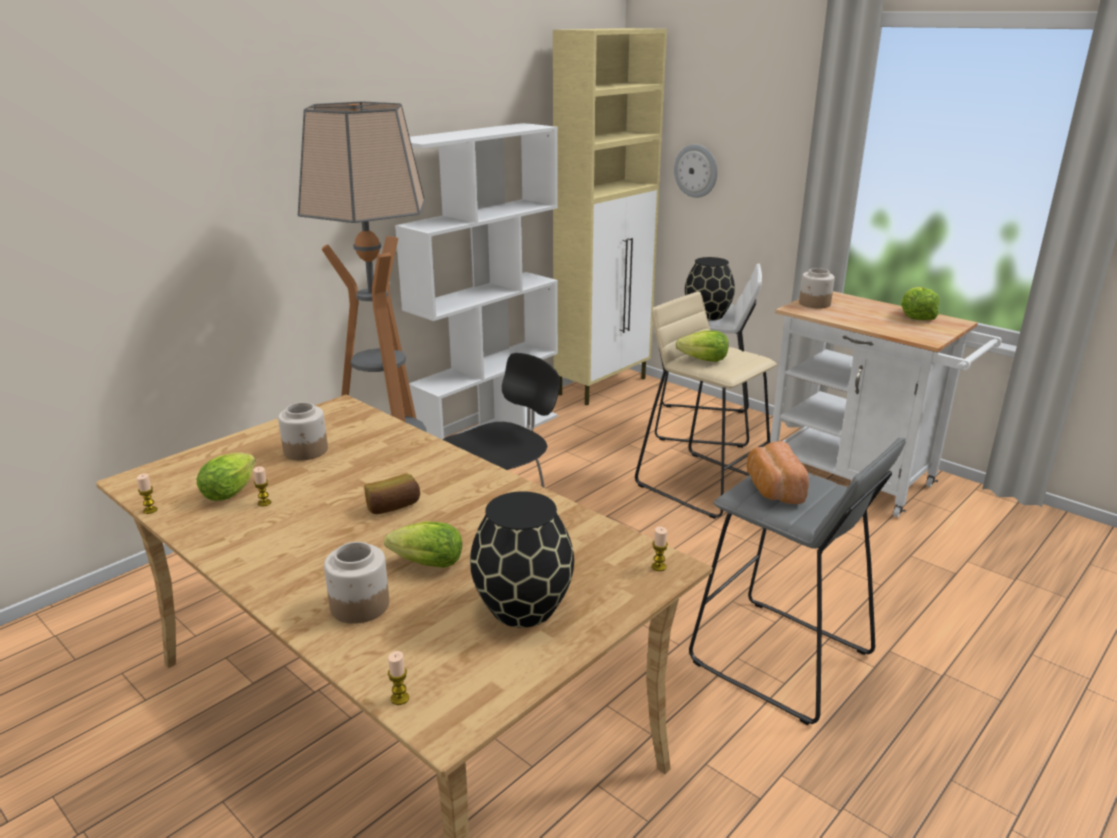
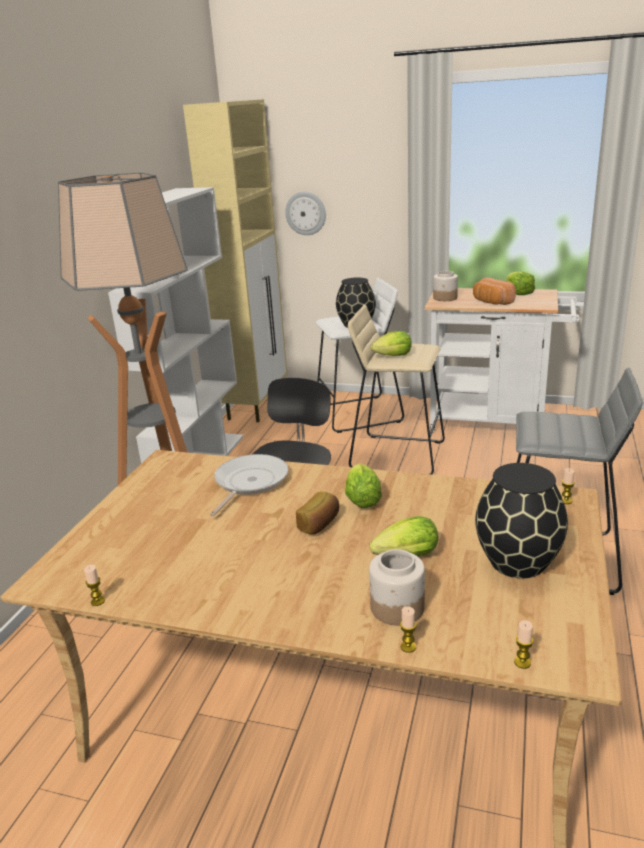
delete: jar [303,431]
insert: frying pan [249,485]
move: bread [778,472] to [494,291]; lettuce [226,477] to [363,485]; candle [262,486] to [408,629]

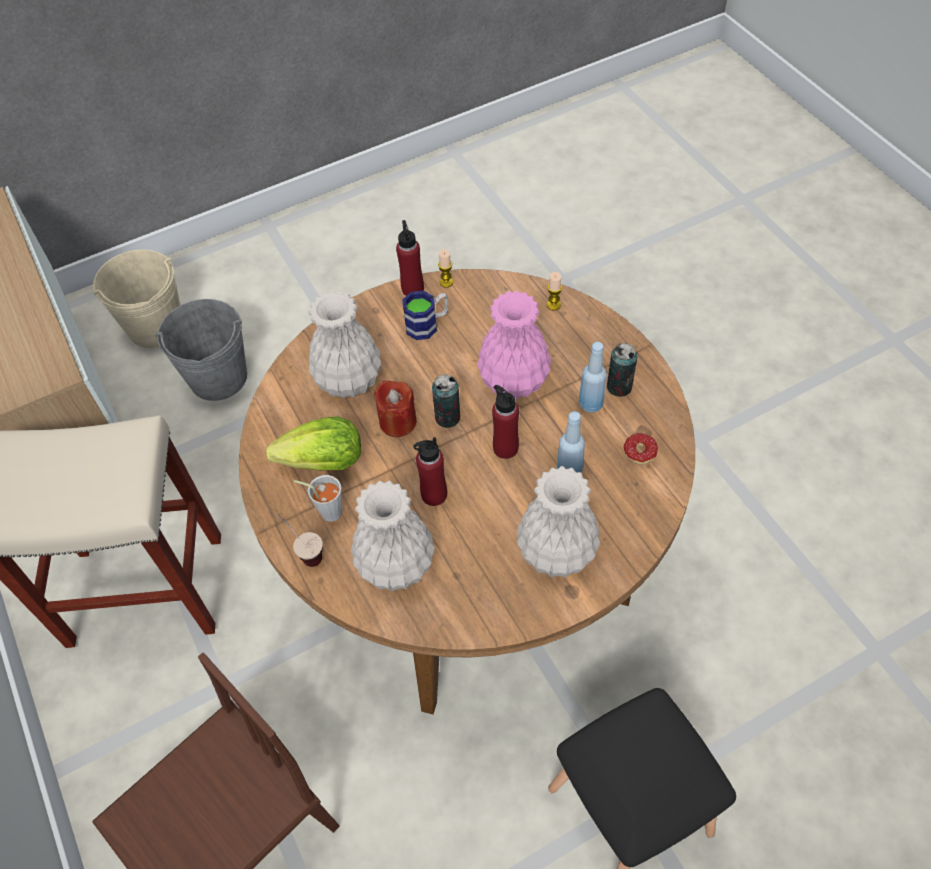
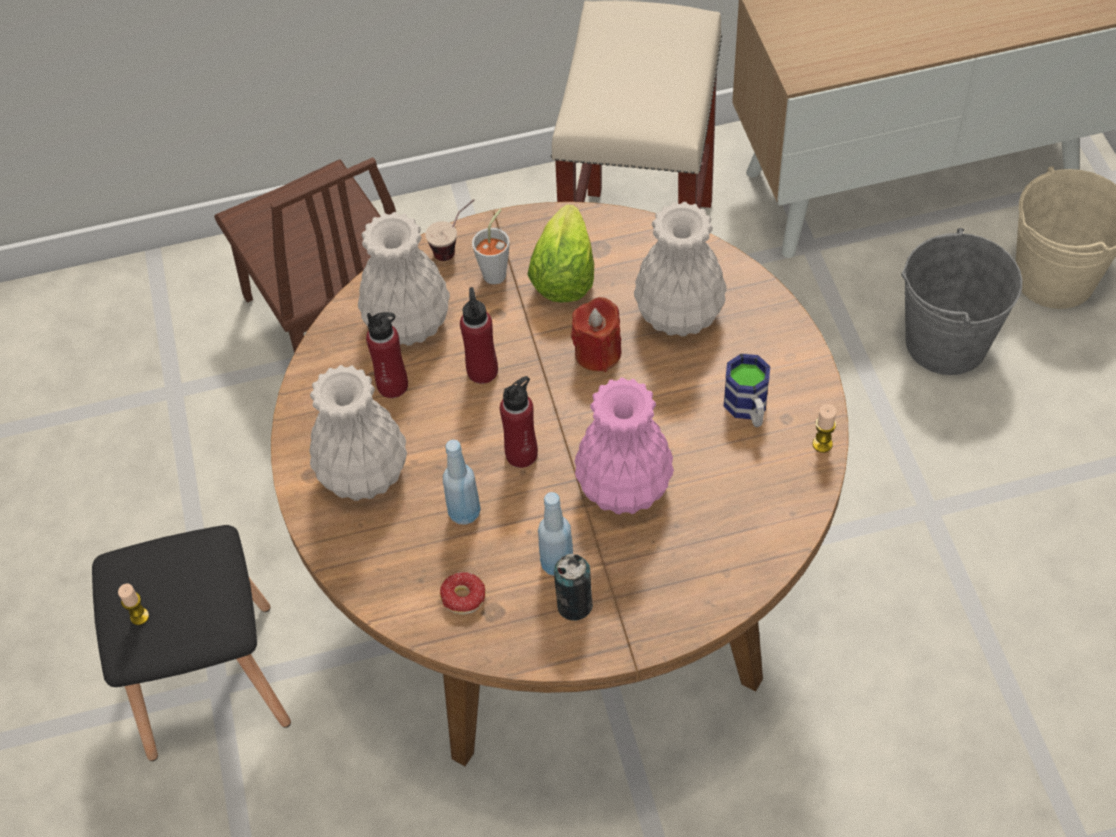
delete: can [446,401]
move: red bottle [410,258] to [387,355]; candle [554,291] to [133,604]

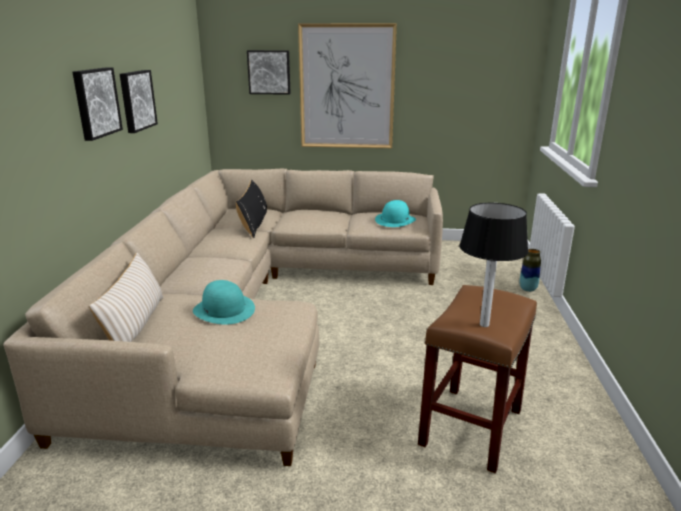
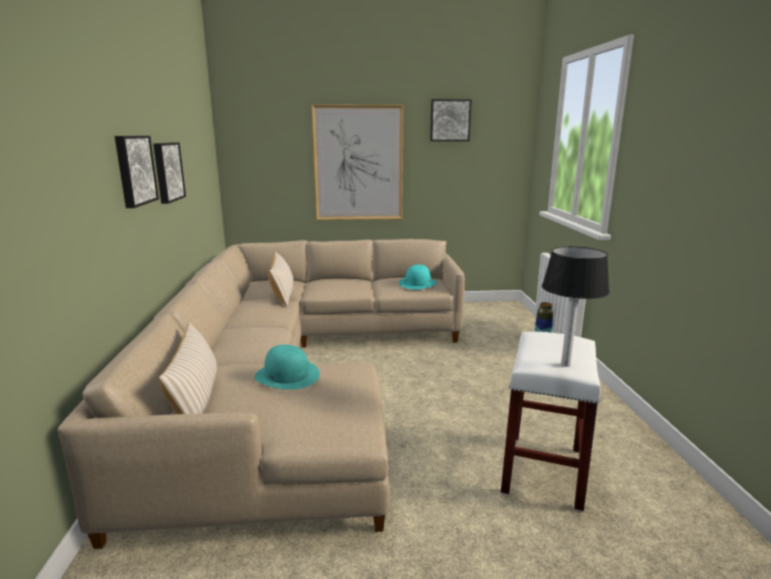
move: picture [269,72] to [450,120]
recolor: black pillow [251,208] to beige pillow [281,279]; brown stool [477,379] to white stool [551,422]

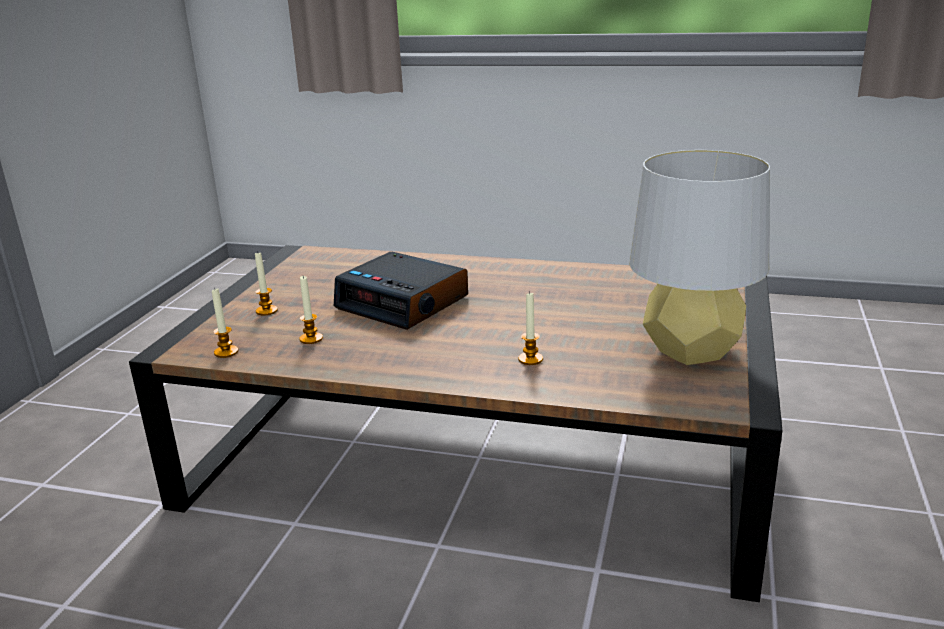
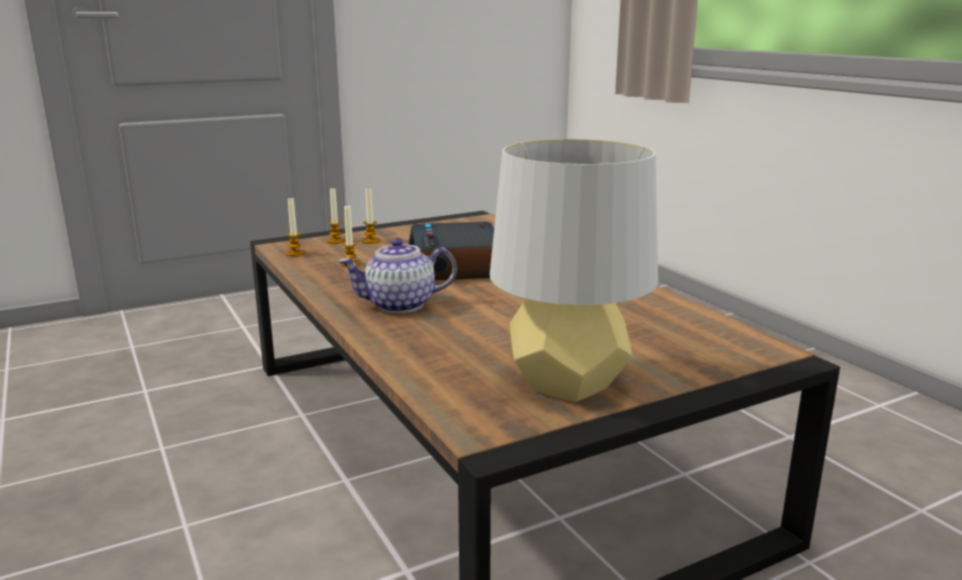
insert: teapot [397,275]
move: candle [530,328] to [335,215]

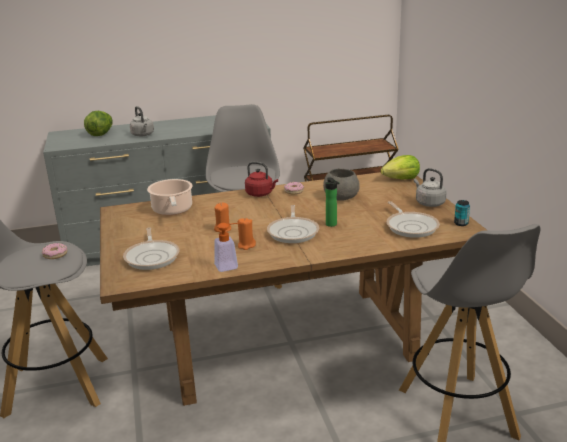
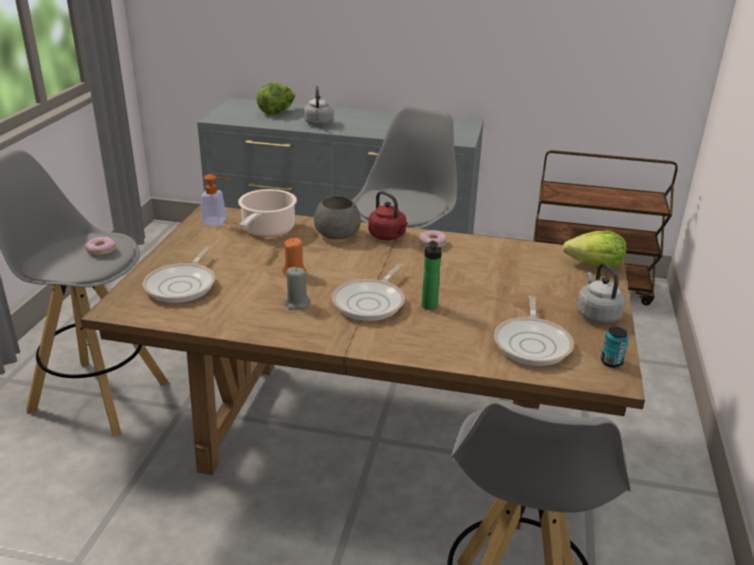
move: grey bowl [341,184] to [337,217]; soap dispenser [228,247] to [216,200]
recolor: orange candle [247,234] to grey candle [297,288]

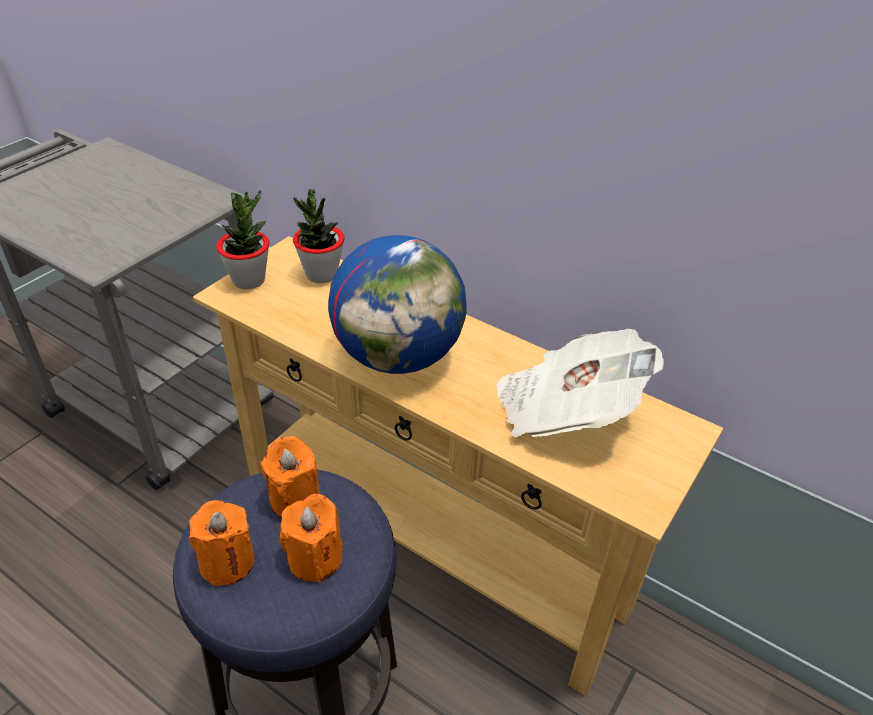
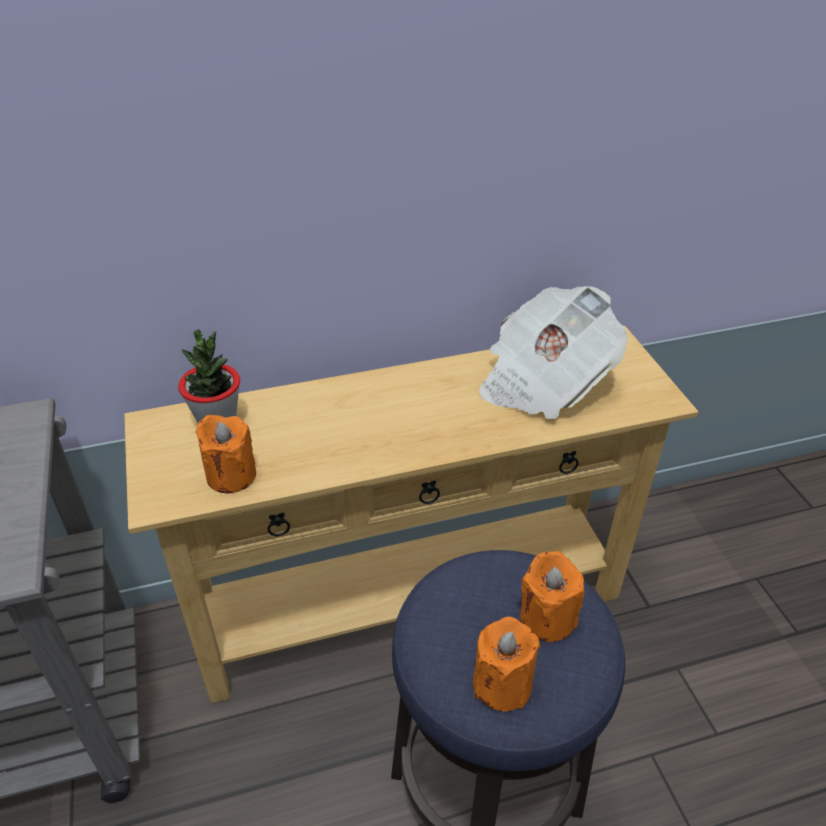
delete: potted plant [242,239]; globe [397,304]
move: orange candle [290,476] to [226,454]

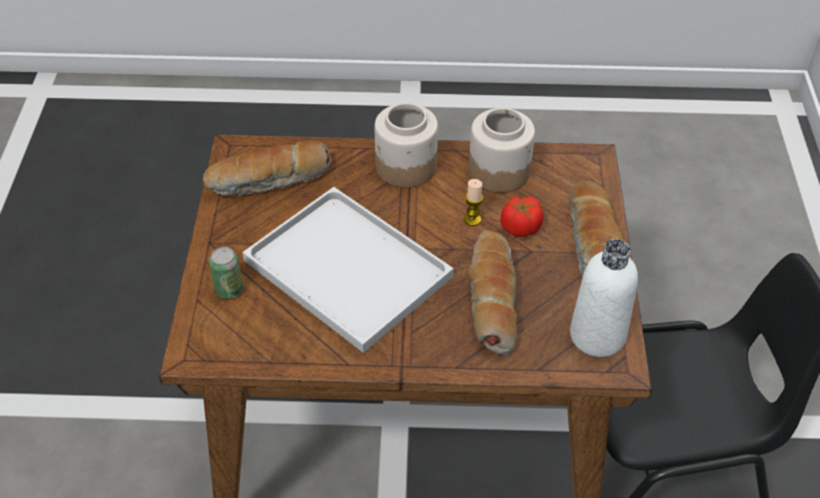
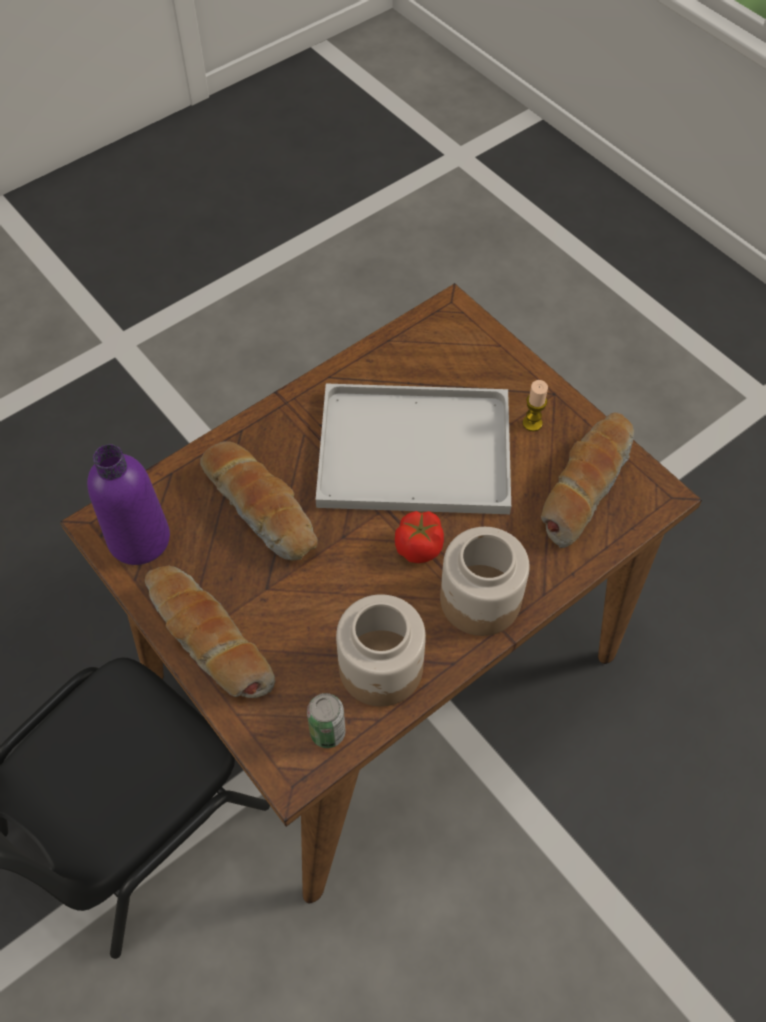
move: candle [473,202] to [535,406]; tomato [522,216] to [419,537]; can [226,273] to [326,720]
recolor: white bottle [604,298] to purple bottle [128,504]

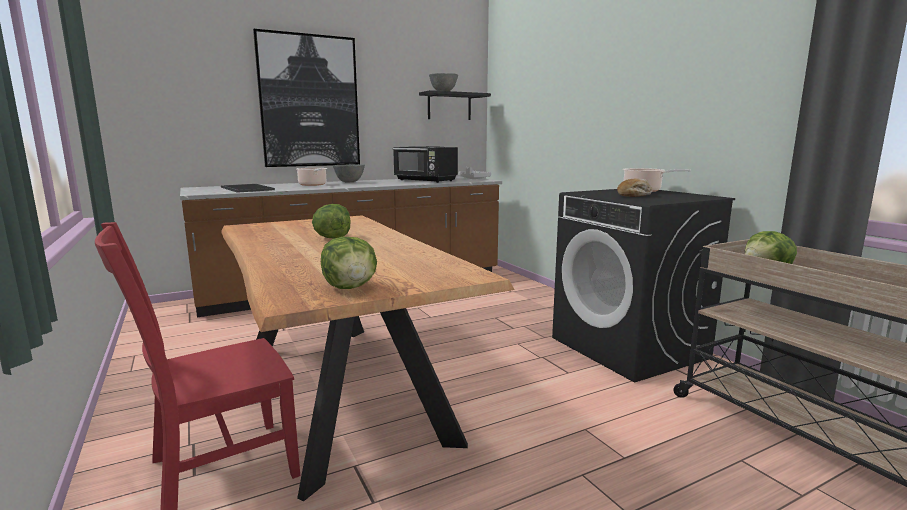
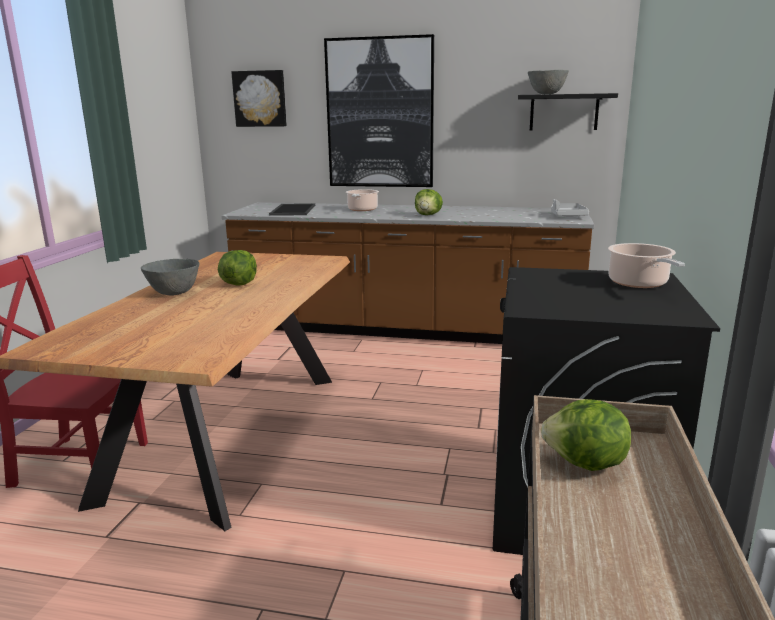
delete: black microwave [425,164]; bread [635,187]
insert: picture [259,98]
move: grey bowl [349,173] to [170,277]; lettuce [349,263] to [429,202]

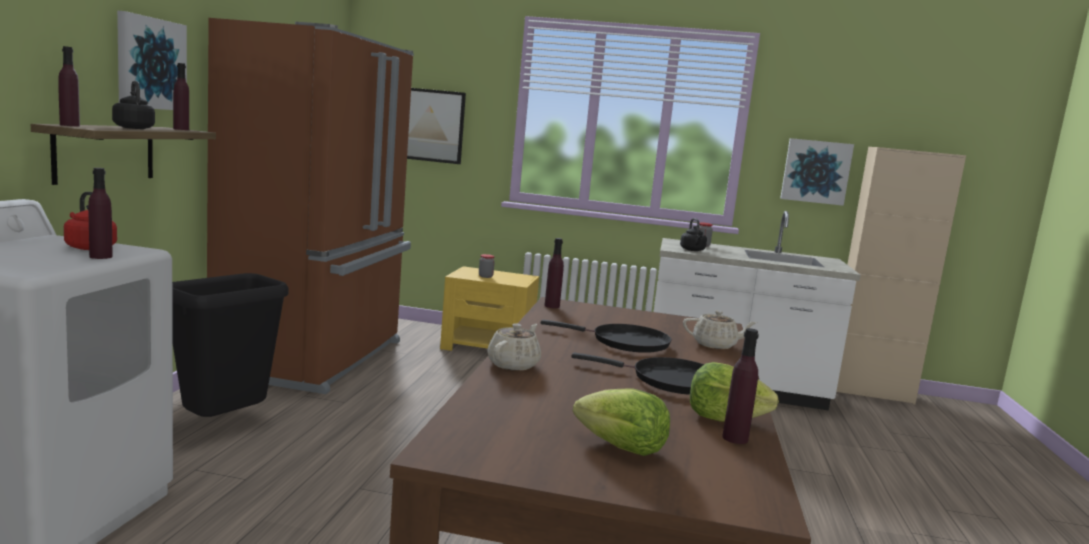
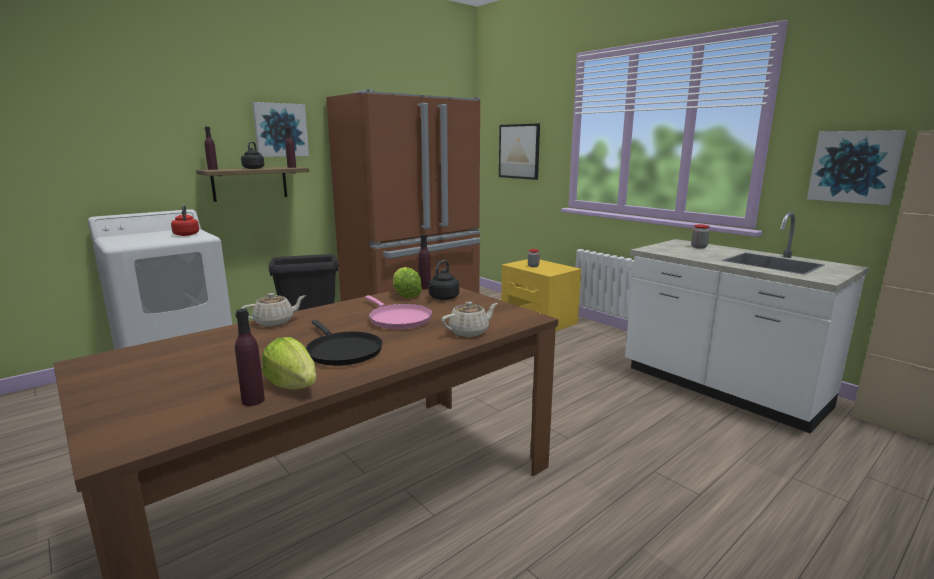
delete: purple bottle [100,213]
move: black kettle [693,234] to [443,280]; lettuce [621,422] to [407,282]
recolor: black frying pan [606,336] to pink frying pan [399,312]
rotate: beige teapot [720,329] = [469,319] 75 degrees counterclockwise

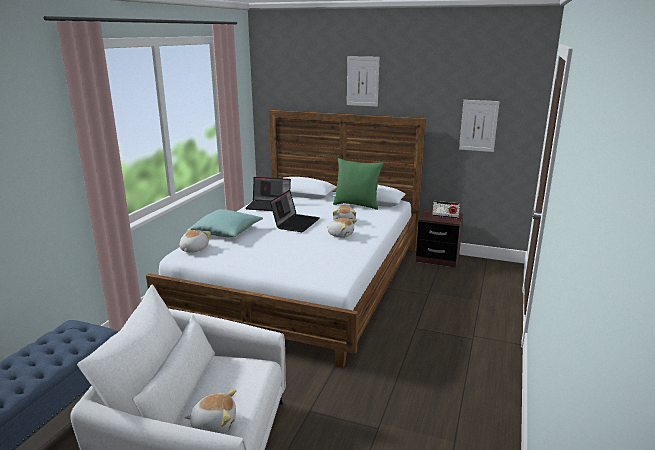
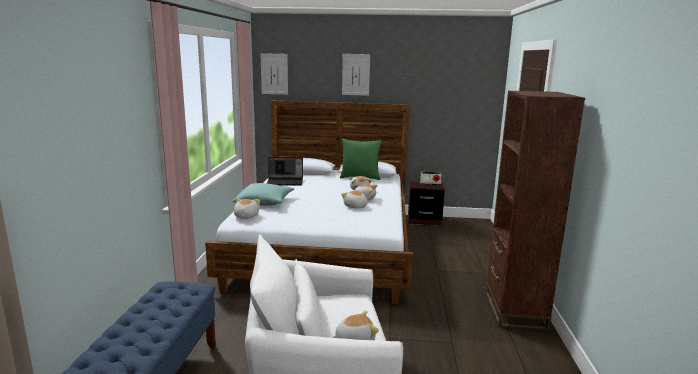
delete: laptop [295,211]
insert: brown bookcase [535,210]; plush toy [354,199]
move: picture [479,126] to [274,74]

